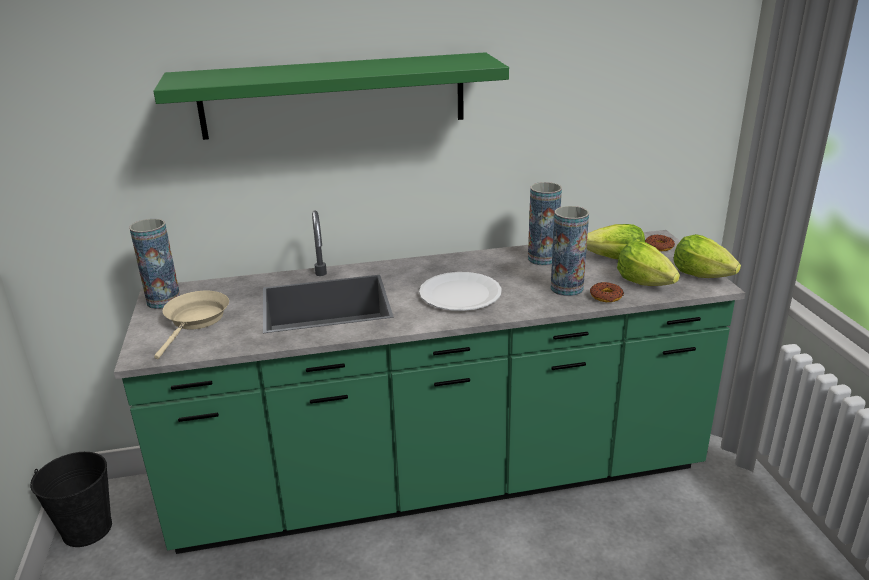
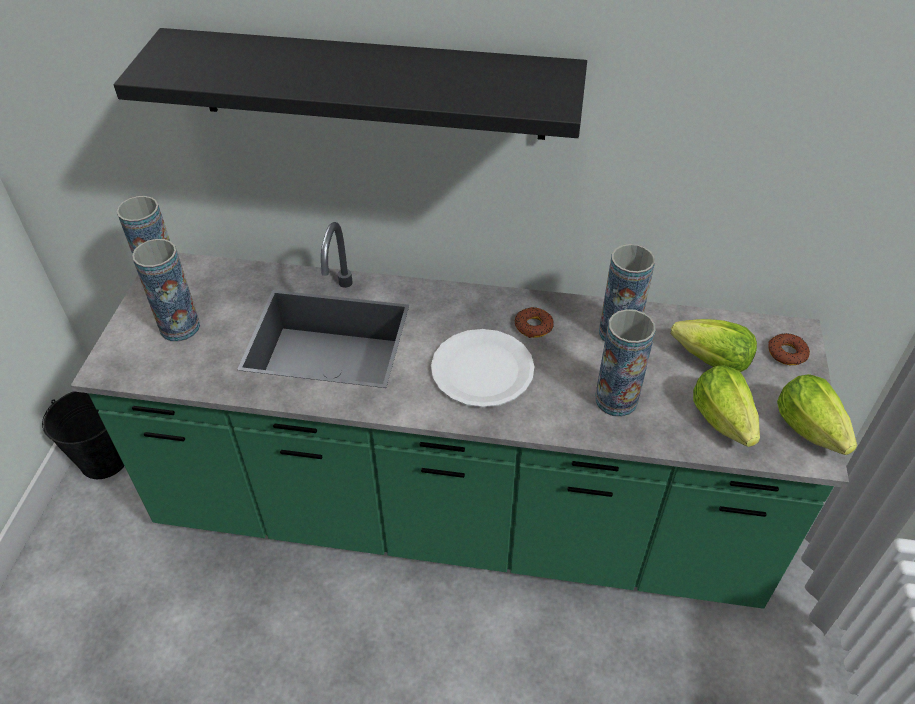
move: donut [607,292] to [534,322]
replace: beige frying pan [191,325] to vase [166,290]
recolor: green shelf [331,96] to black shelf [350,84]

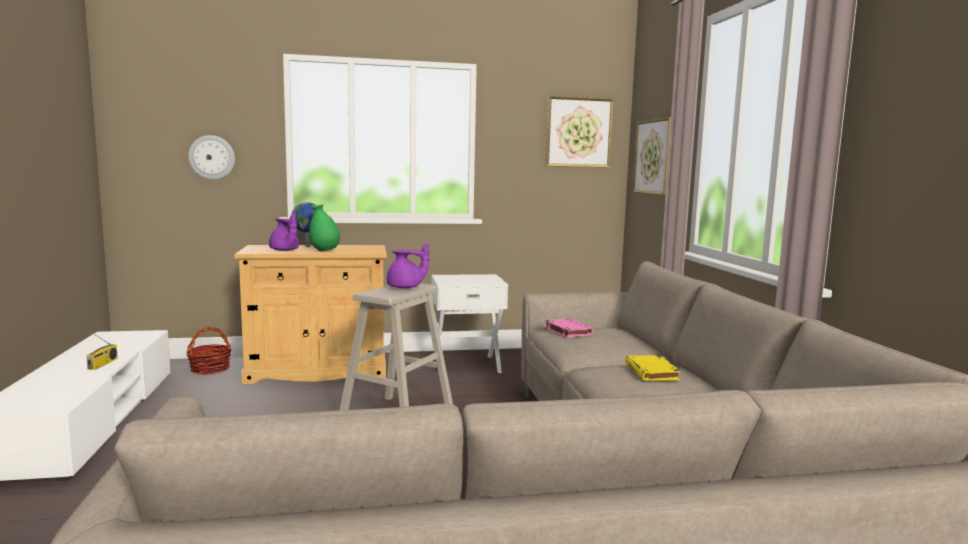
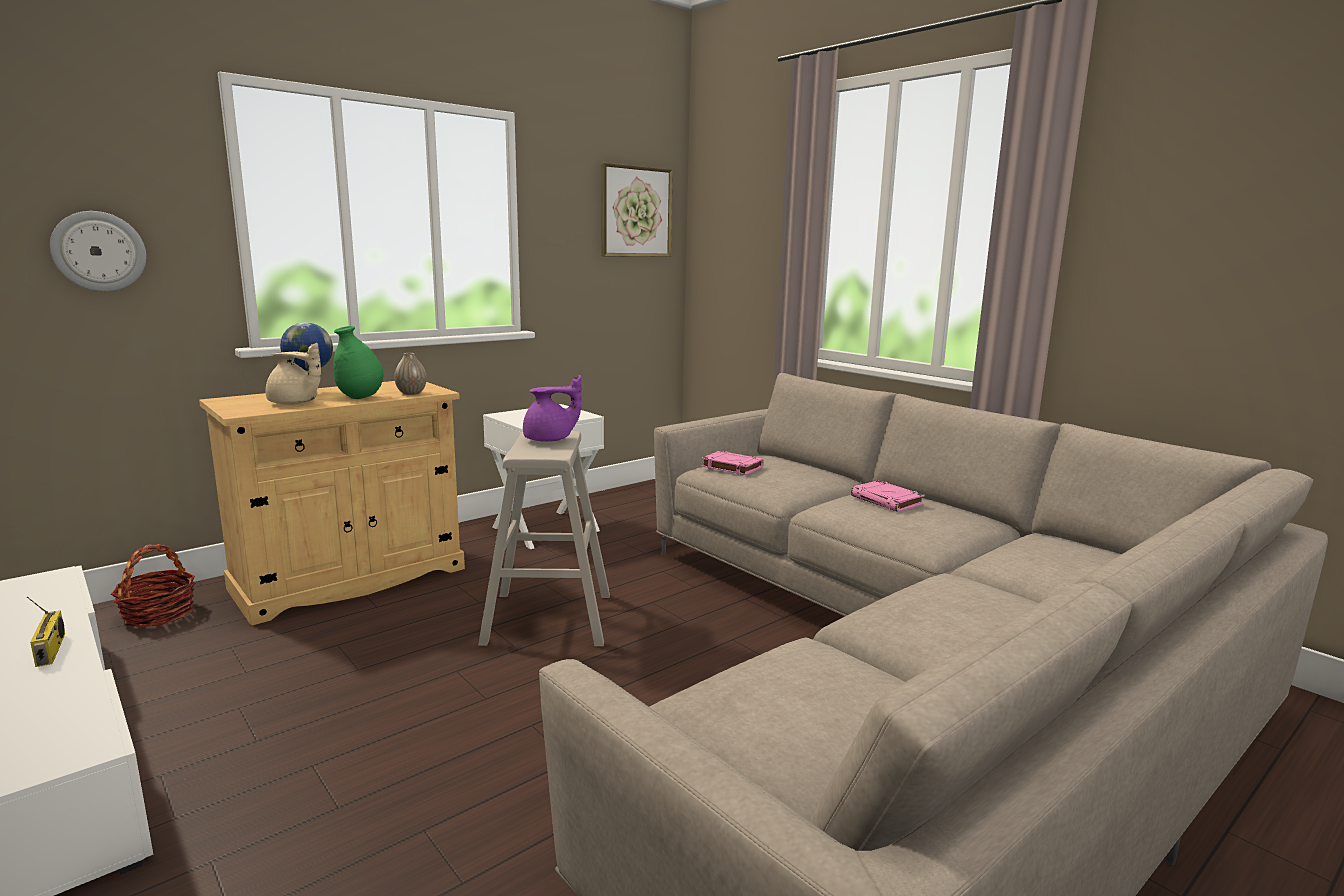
delete: picture [652,156]
insert: vase [410,374]
recolor: purple teapot [284,232] to beige teapot [293,374]; yellow book [652,368] to pink book [888,496]

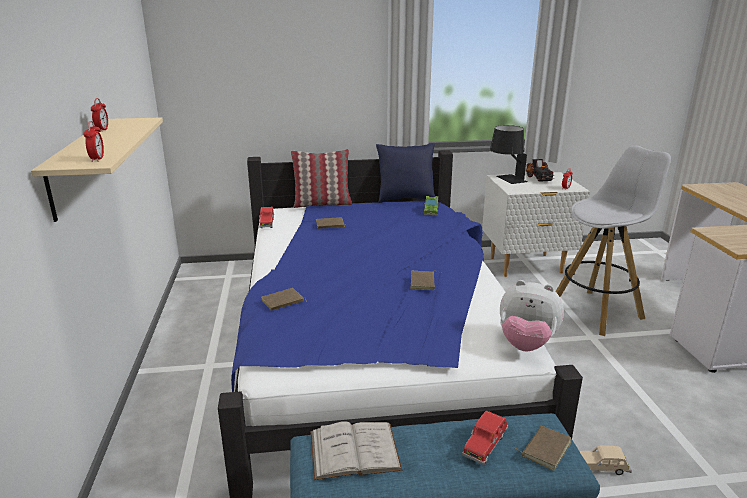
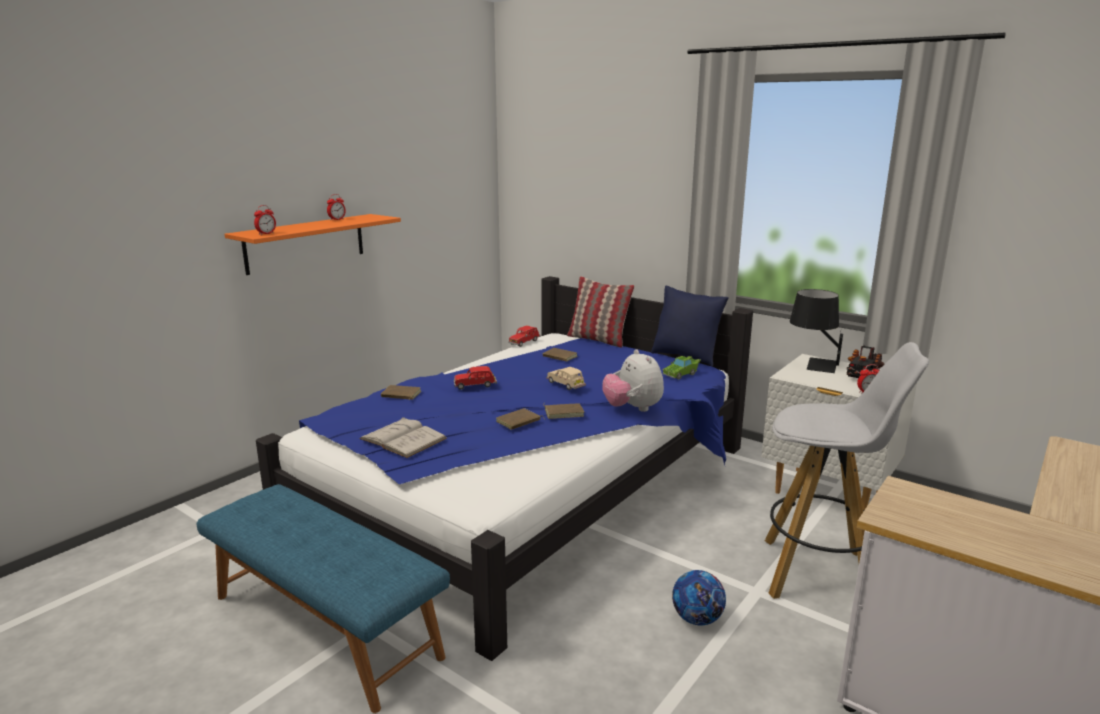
insert: football [699,597]
move: plush toy [532,316] to [633,380]; red toy car [485,438] to [475,378]; white book [356,450] to [403,437]; brown book [542,448] to [563,411]; beige toy car [605,460] to [566,378]
recolor: beige shelf [97,169] to orange shelf [313,244]

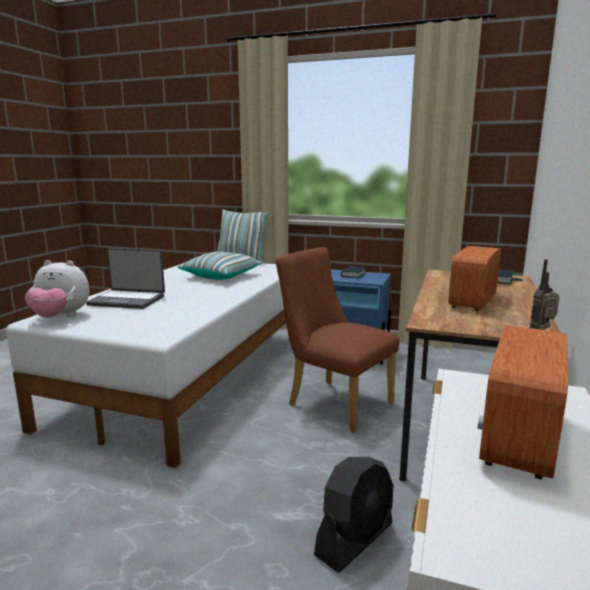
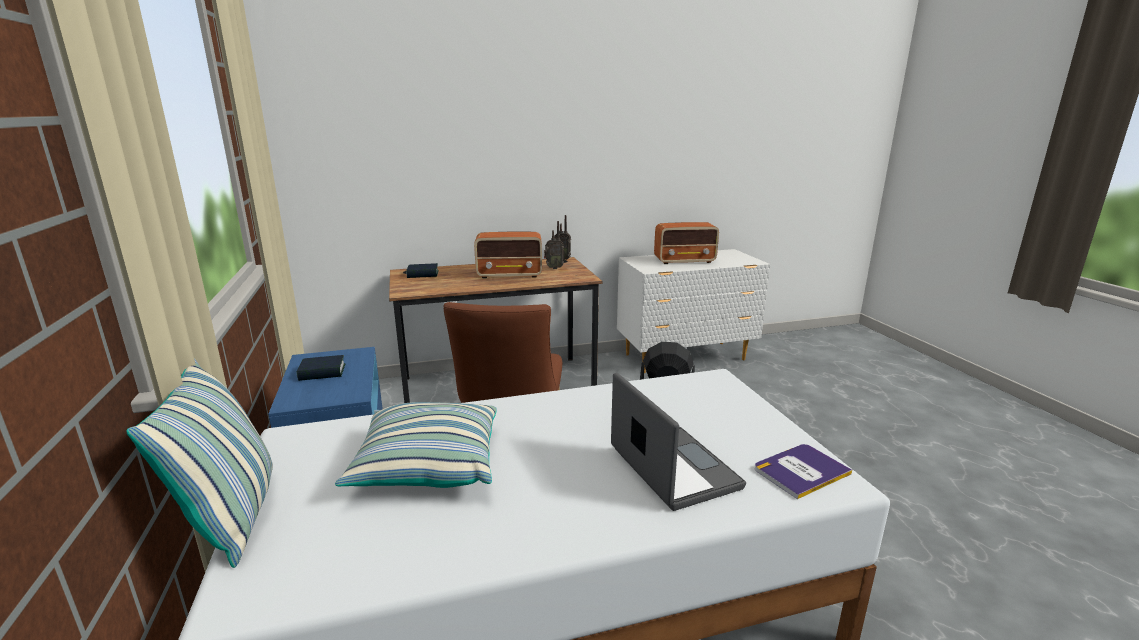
insert: radio [554,245]
replace: plush toy [57,289] to book [803,471]

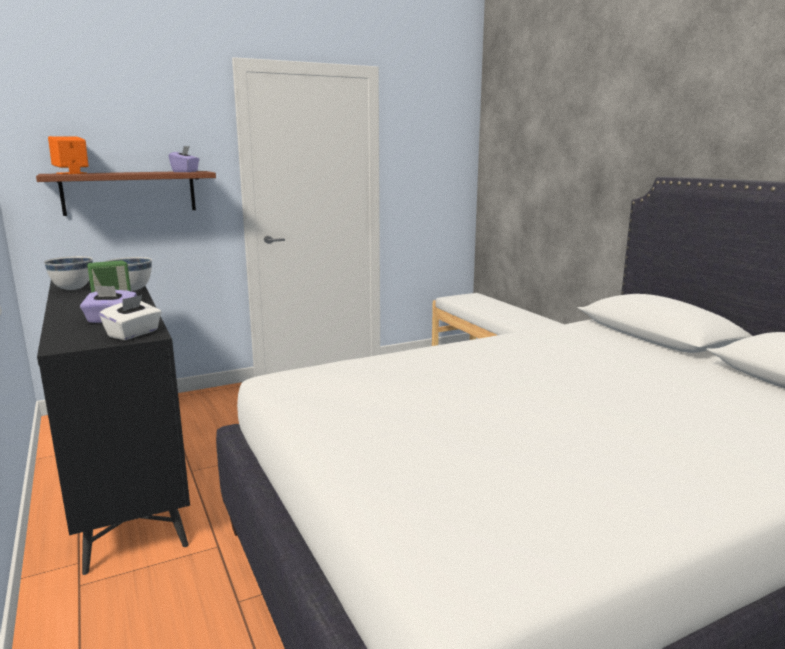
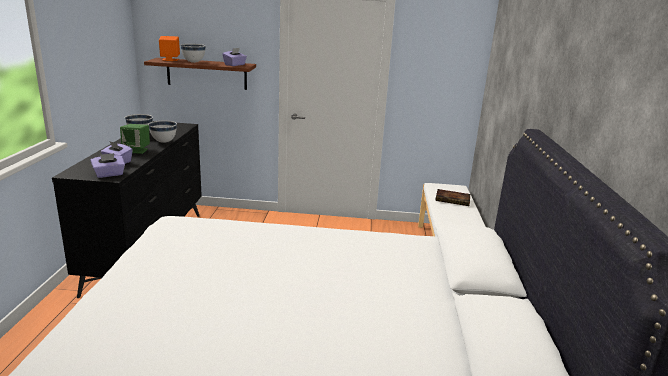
insert: white bowl [193,53]; book [452,197]
recolor: white tissue box [130,317] to purple tissue box [108,165]

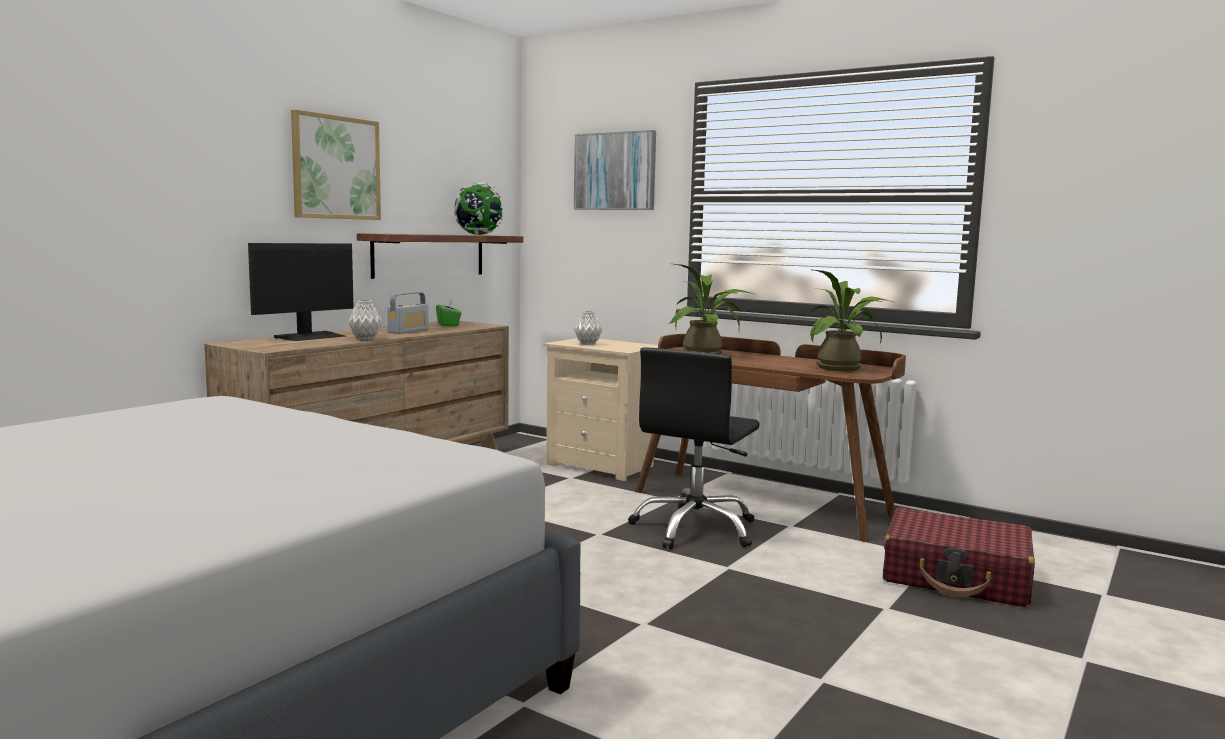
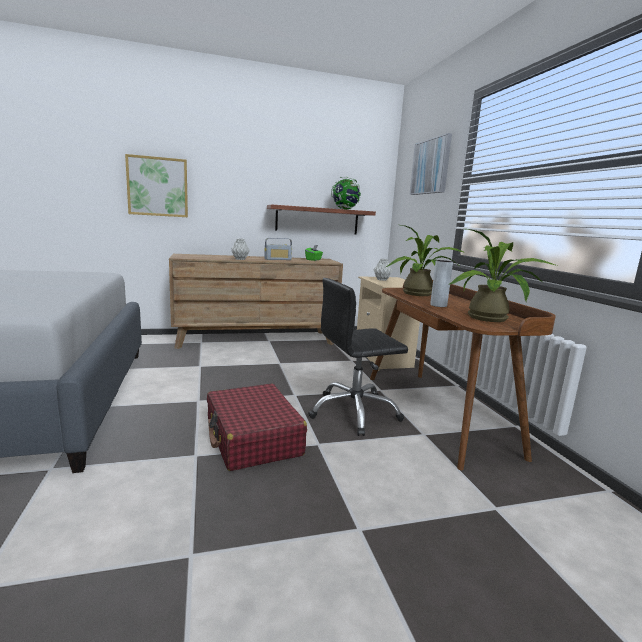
delete: monitor [301,292]
insert: grey vase [441,283]
move: picture [336,165] to [156,185]; red suitcase [959,557] to [257,427]

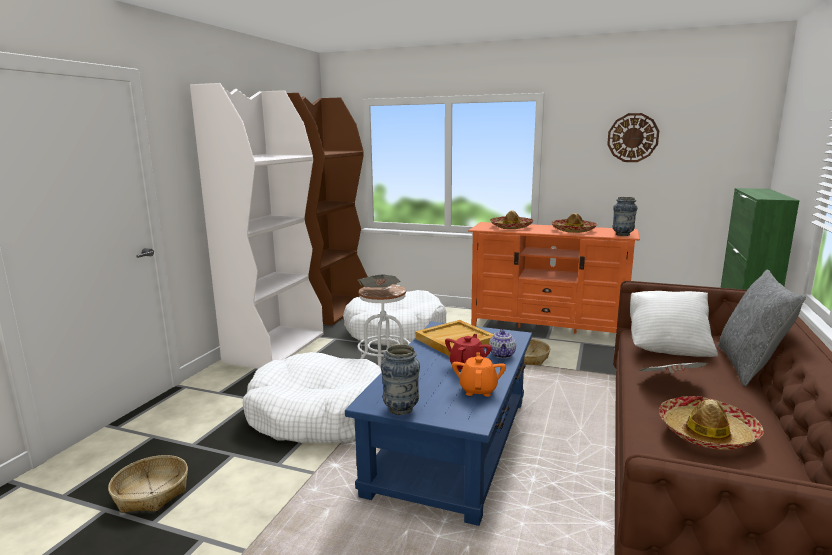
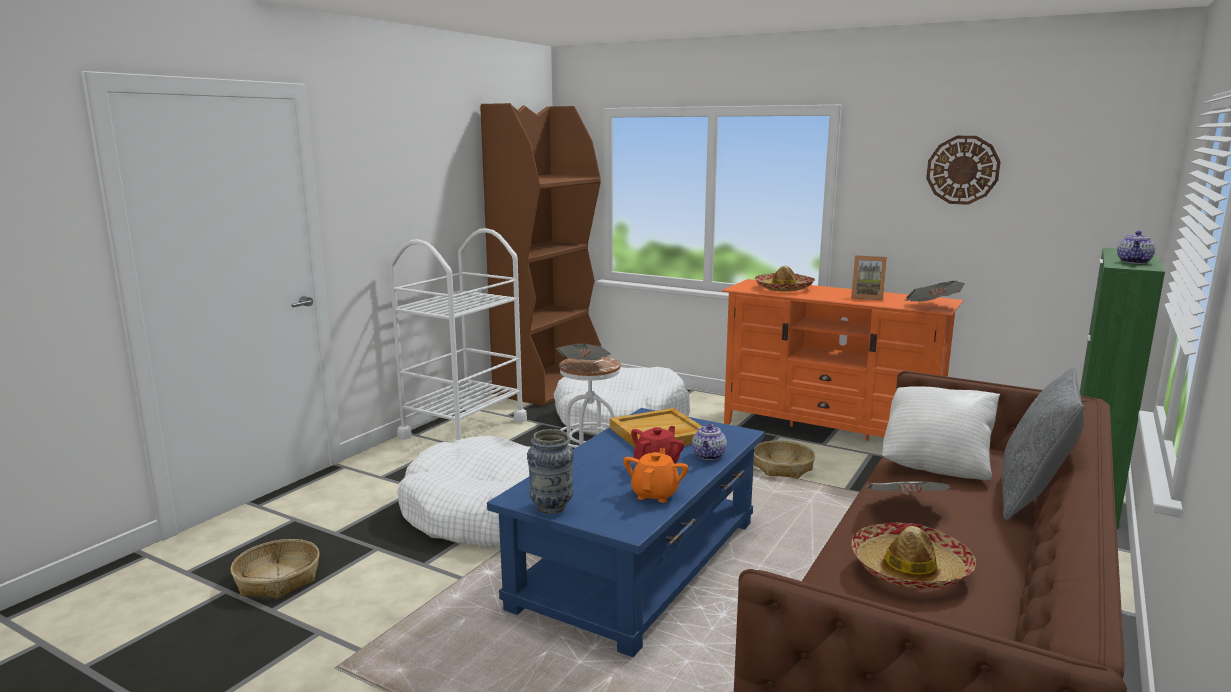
insert: teapot [1136,247]
replace: white bookcase [257,226] to white cart [458,335]; vase [625,216] to newspaper [935,291]; hat [574,223] to picture frame [869,277]

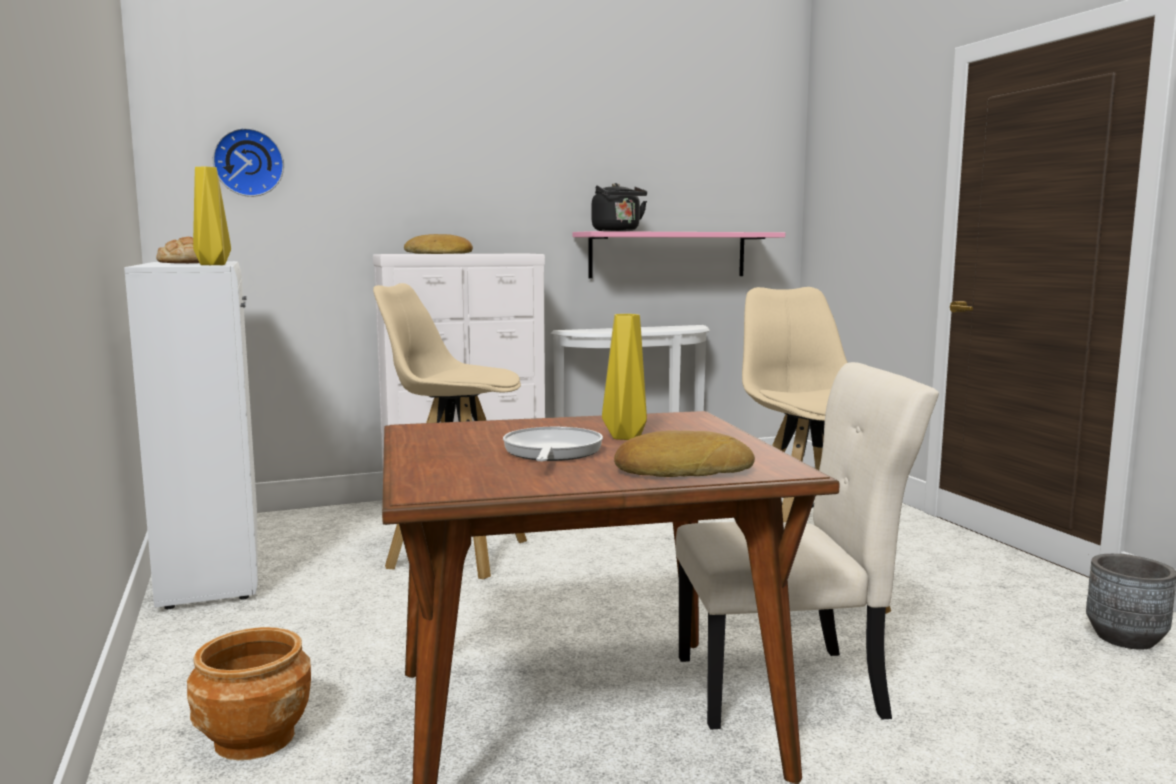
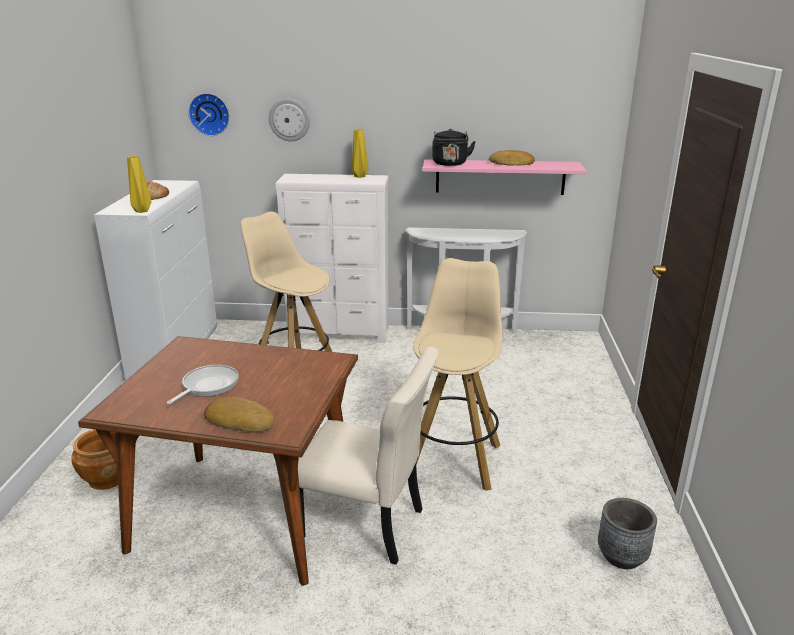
insert: wall clock [289,119]
move: bread [438,244] to [512,158]; yellow vase [624,377] to [360,153]

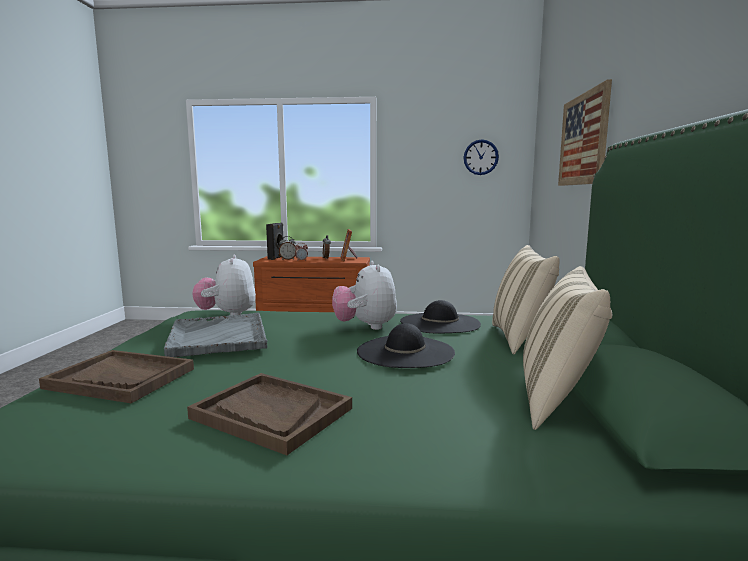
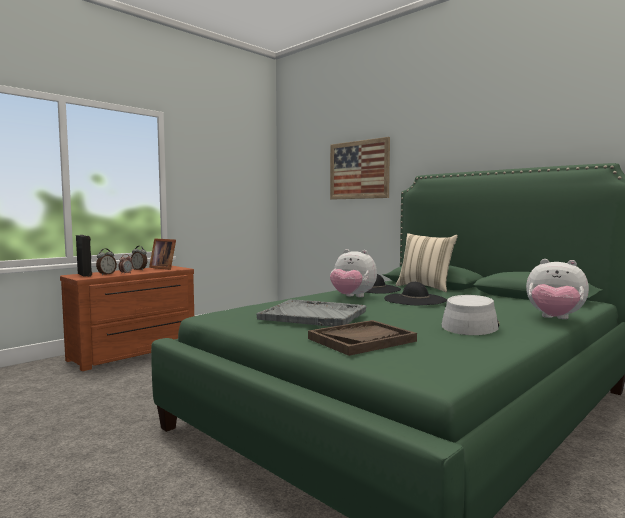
delete: wall clock [481,157]; beige pillow [567,348]
move: plush toy [224,285] to [557,289]
replace: brown tray [269,414] to grey hat [470,315]

